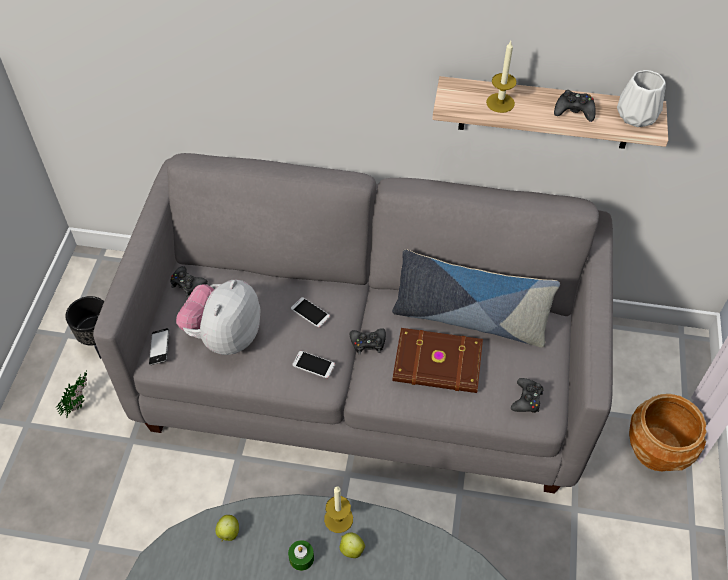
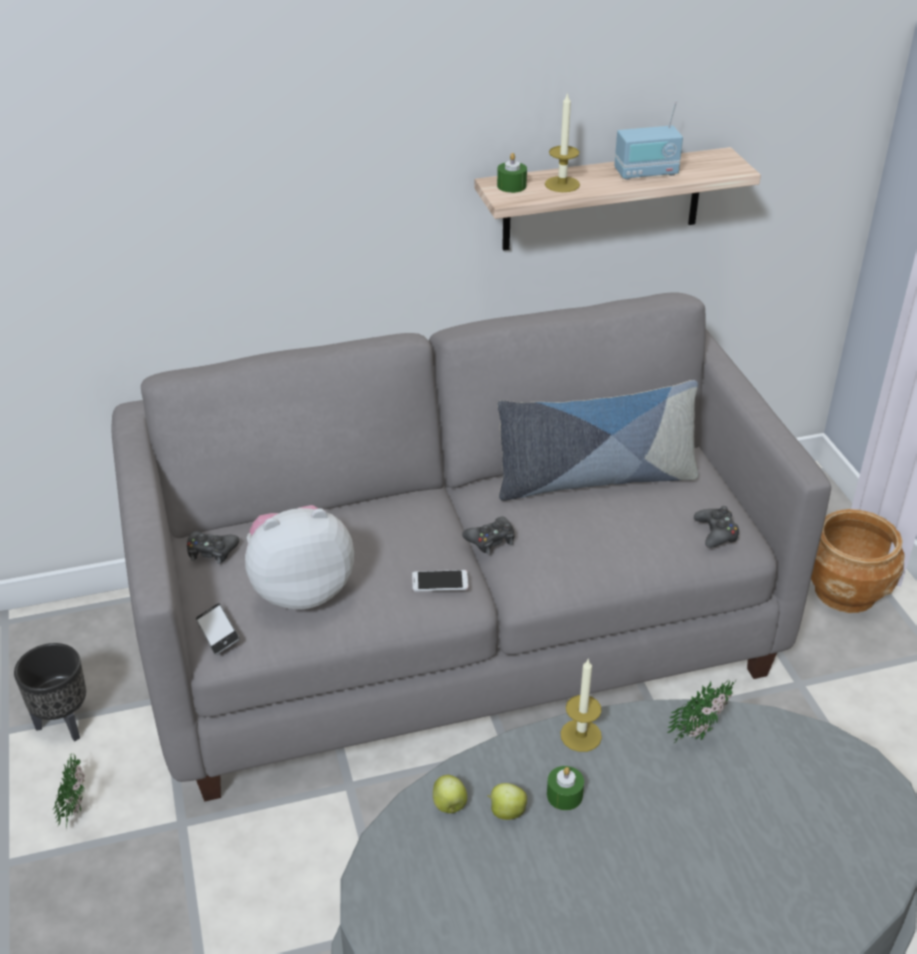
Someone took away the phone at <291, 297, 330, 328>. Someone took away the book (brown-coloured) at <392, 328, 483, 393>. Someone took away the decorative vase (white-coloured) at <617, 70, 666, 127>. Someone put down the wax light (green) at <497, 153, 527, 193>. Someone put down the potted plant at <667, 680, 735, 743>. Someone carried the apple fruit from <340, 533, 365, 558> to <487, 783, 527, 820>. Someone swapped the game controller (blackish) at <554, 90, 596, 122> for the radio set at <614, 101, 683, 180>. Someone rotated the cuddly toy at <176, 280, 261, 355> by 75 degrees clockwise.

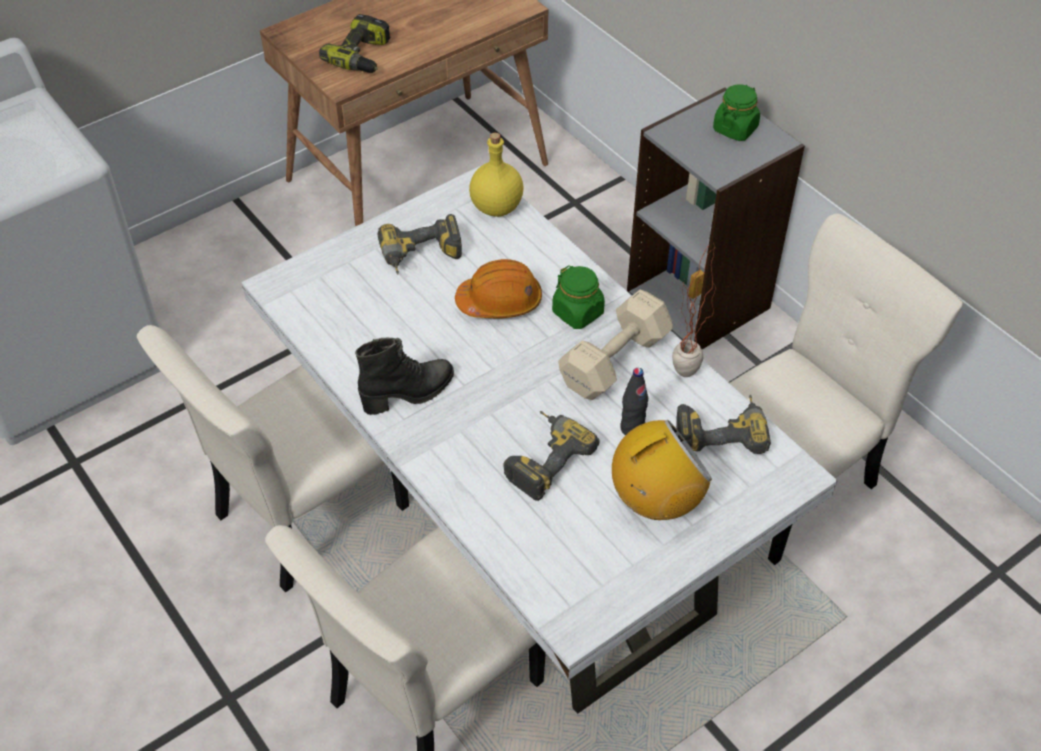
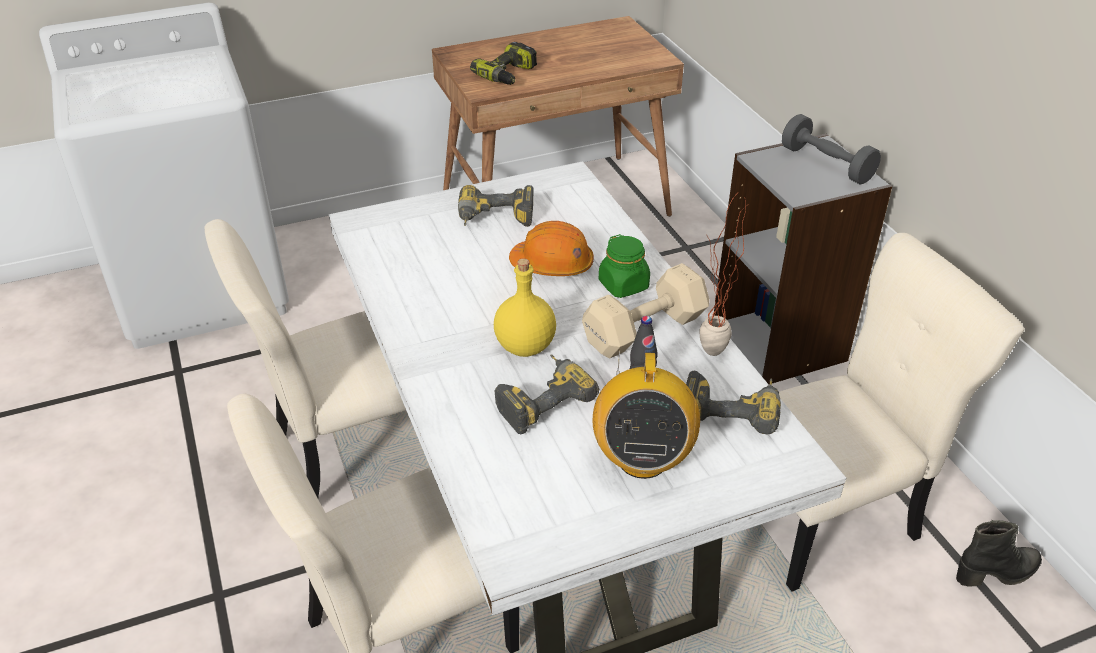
Someone carried the tall boot (blackish) from <355, 338, 454, 415> to <956, 520, 1042, 587>. Someone carried the bottle (yellow) from <469, 133, 524, 217> to <494, 258, 556, 357>. Someone swapped the storage jar (green) at <713, 84, 760, 141> for the hand weight (greyish) at <782, 114, 881, 185>. Someone rotated the radio set at <612, 420, 712, 520> by 105 degrees clockwise.

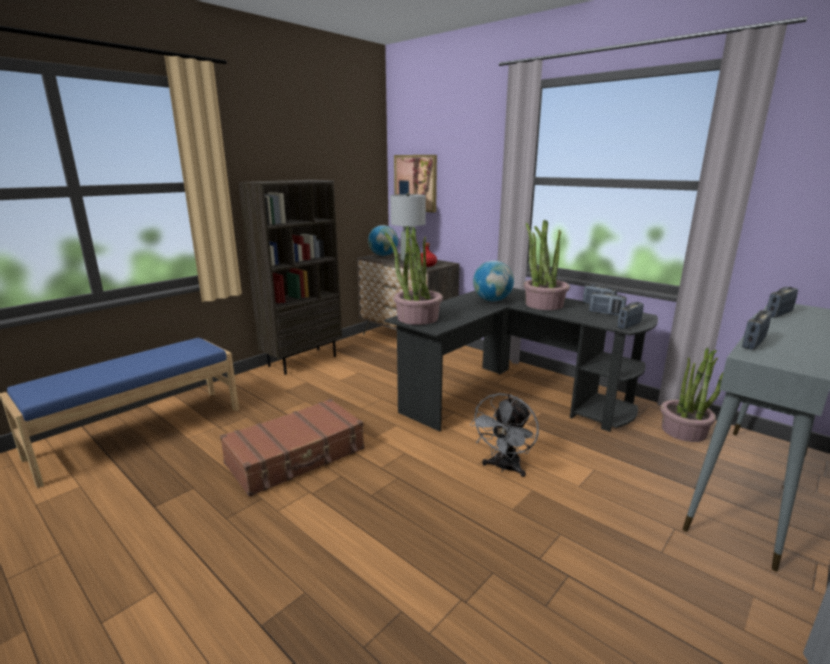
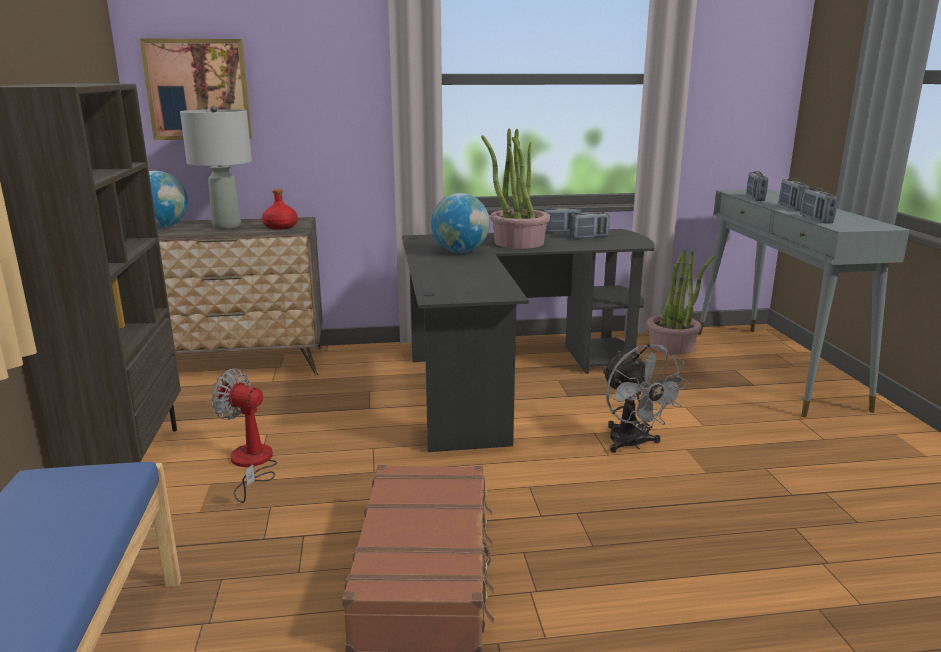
Someone took away the potted plant at <385, 226, 443, 325>. Someone put down the electric fan at <211, 369, 277, 503>. Someone carried the radio set from <617, 302, 644, 329> to <779, 178, 810, 211>.

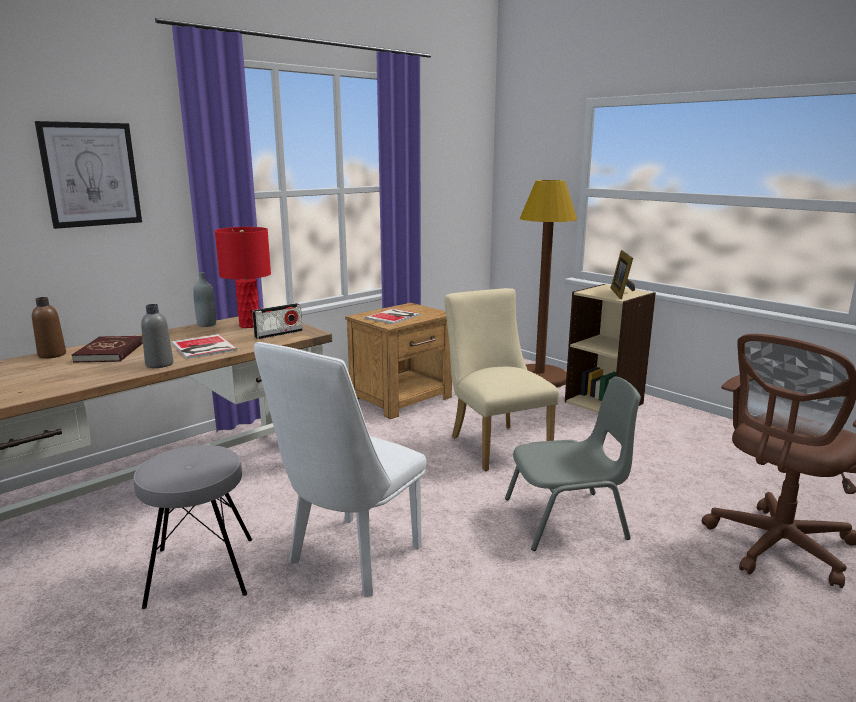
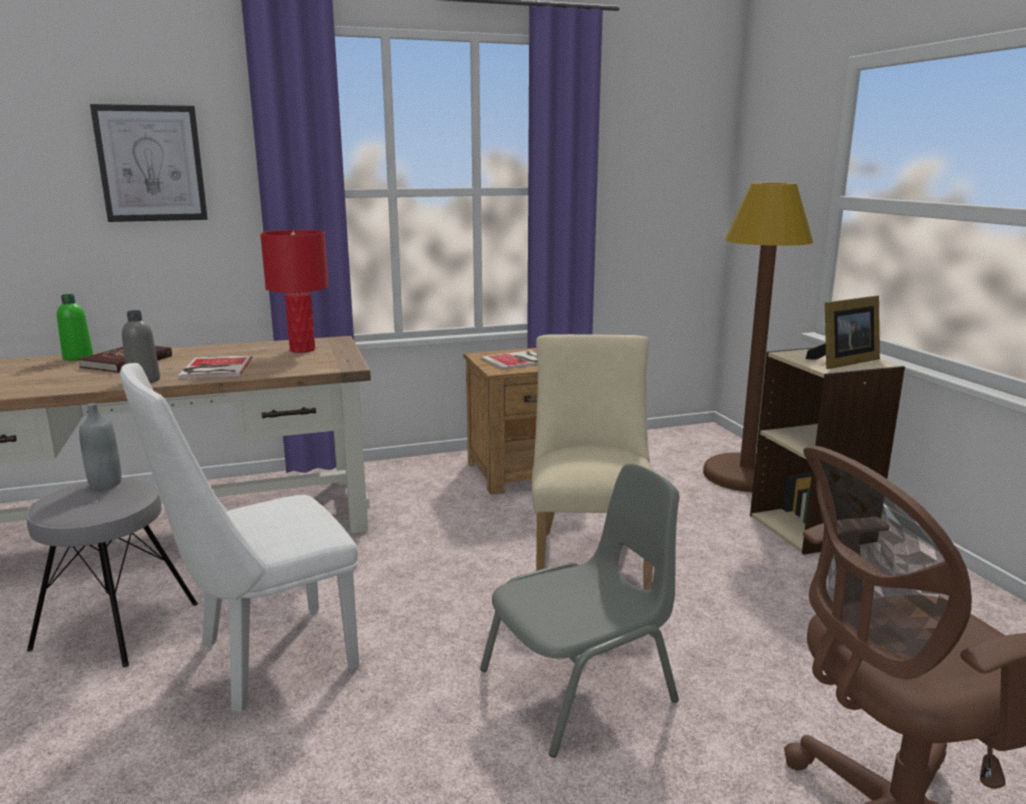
Someone took away the radio set at <252, 303, 303, 339>. Someone carried the bottle (greyish) from <193, 272, 216, 327> to <79, 403, 121, 490>. Someone repainted the bottle (brown-coloured) at <32, 297, 66, 359>, which became the bottle (green) at <57, 294, 93, 361>. Someone rotated the chair (greyish) at <505, 377, 641, 551> by 45 degrees counterclockwise. Someone rotated the picture frame at <611, 250, 635, 299> by 150 degrees counterclockwise.

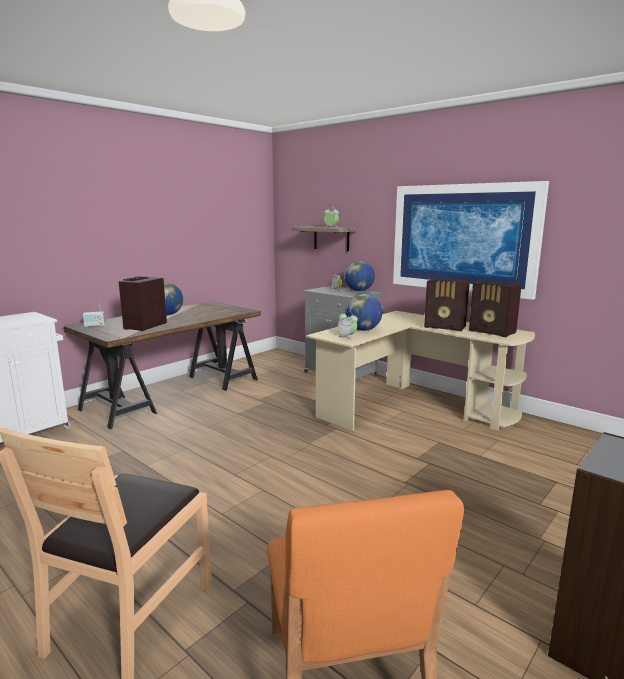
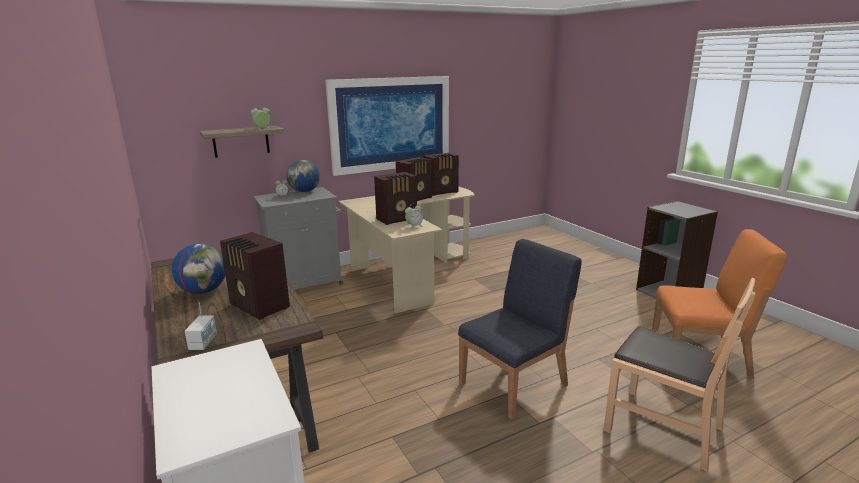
Someone put down the chair (blue-coloured) at <458, 239, 582, 420>. Someone swapped the world globe at <345, 294, 382, 331> for the radio set at <374, 172, 417, 225>.

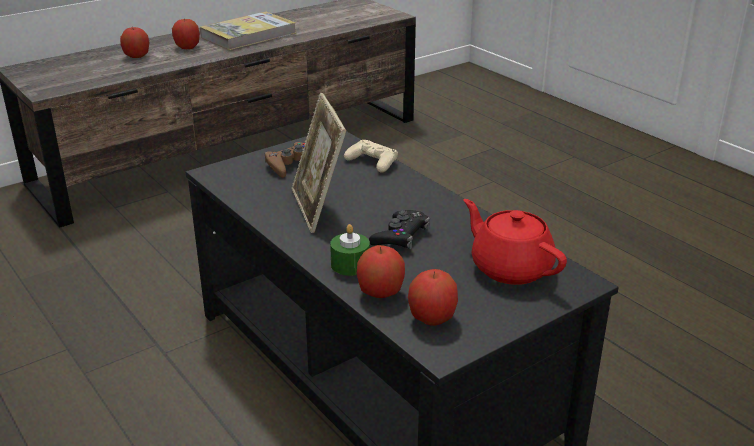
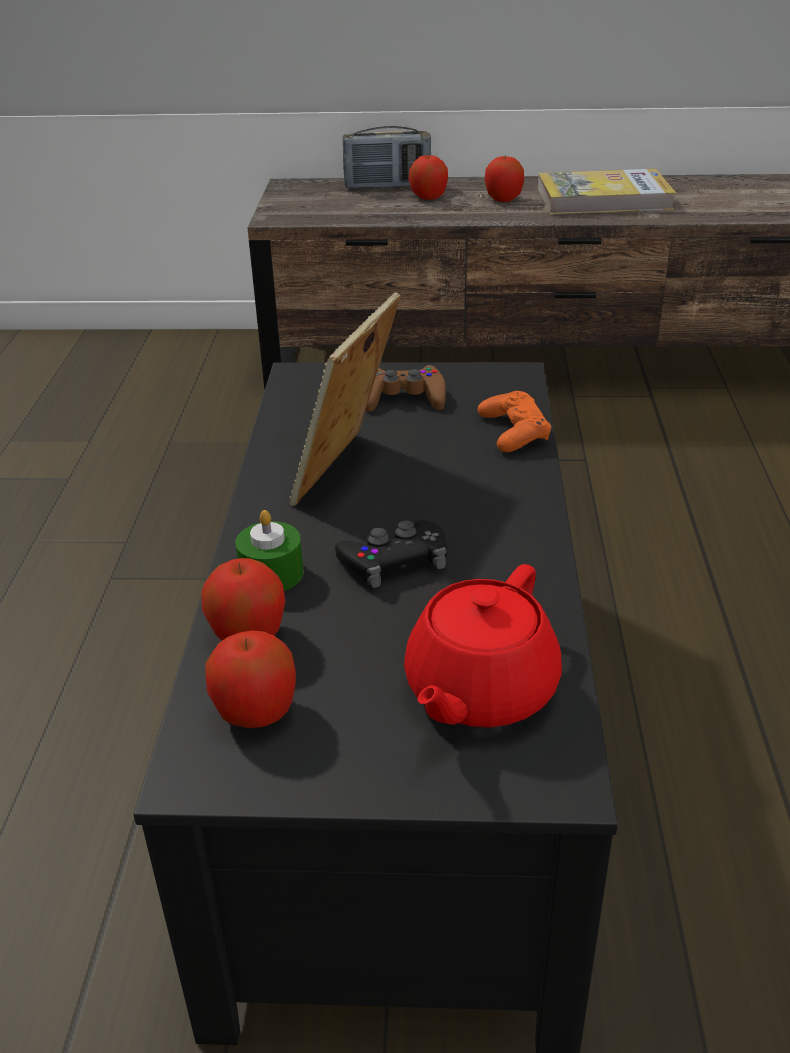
Someone put down the radio set at <343, 126, 431, 189>. Someone repainted the game controller (beige-coloured) at <344, 140, 398, 173>, which became the game controller (orangey) at <477, 391, 551, 452>. Someone rotated the tea pot (red) at <463, 199, 567, 285> by 150 degrees counterclockwise.

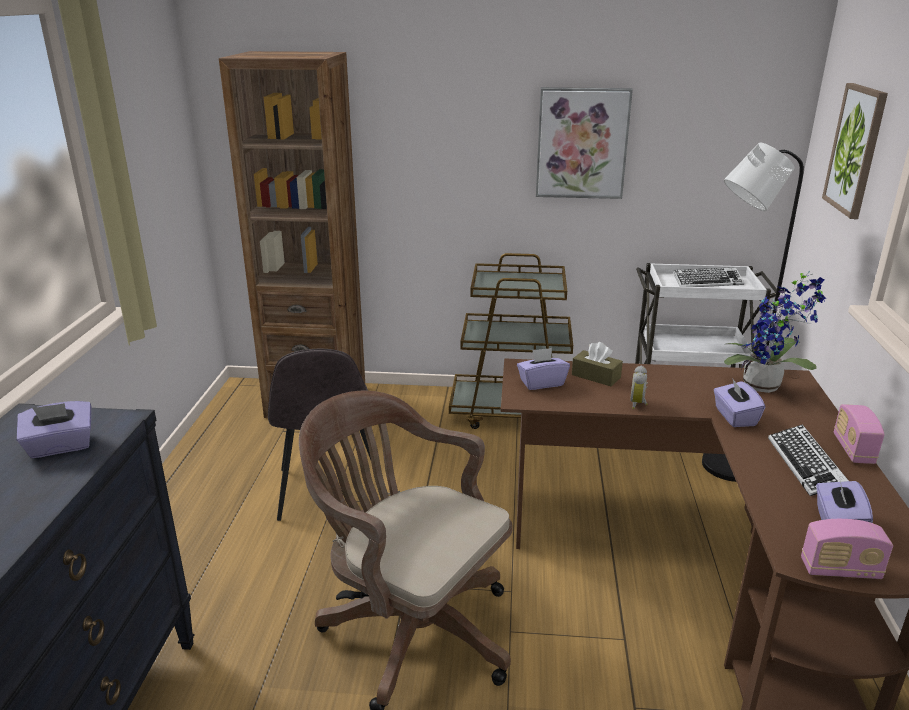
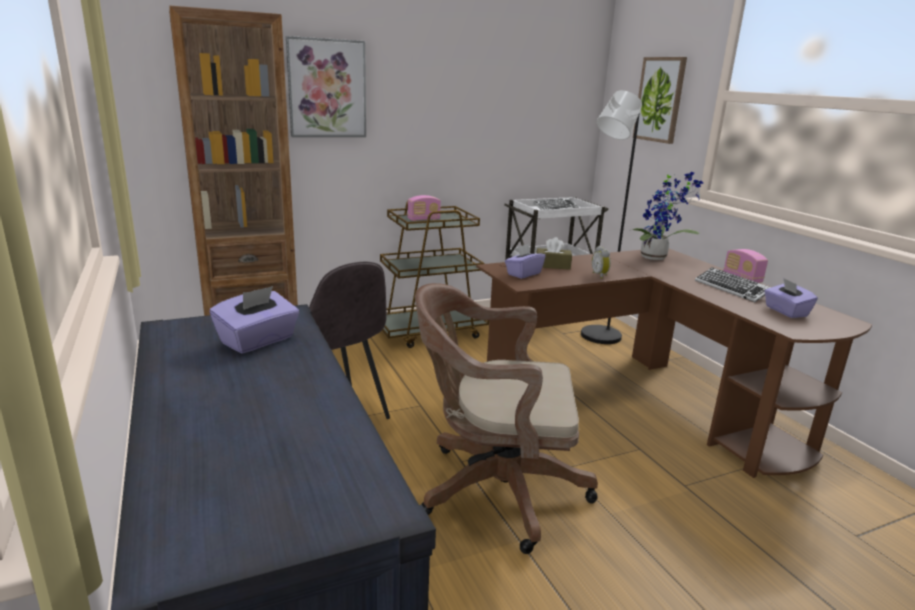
Someone took away the tissue holder (purple-coloured) at <714, 378, 765, 427>. Someone carried the wall picture from <536, 87, 633, 199> to <286, 36, 366, 137>. Someone carried the radio set from <801, 519, 893, 579> to <407, 195, 441, 221>.

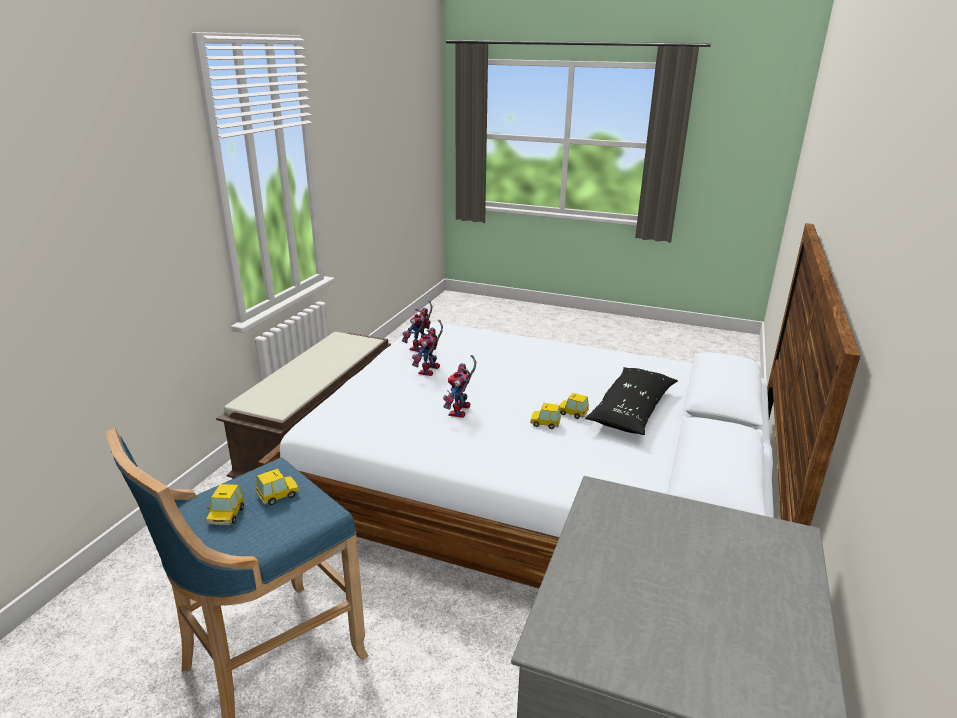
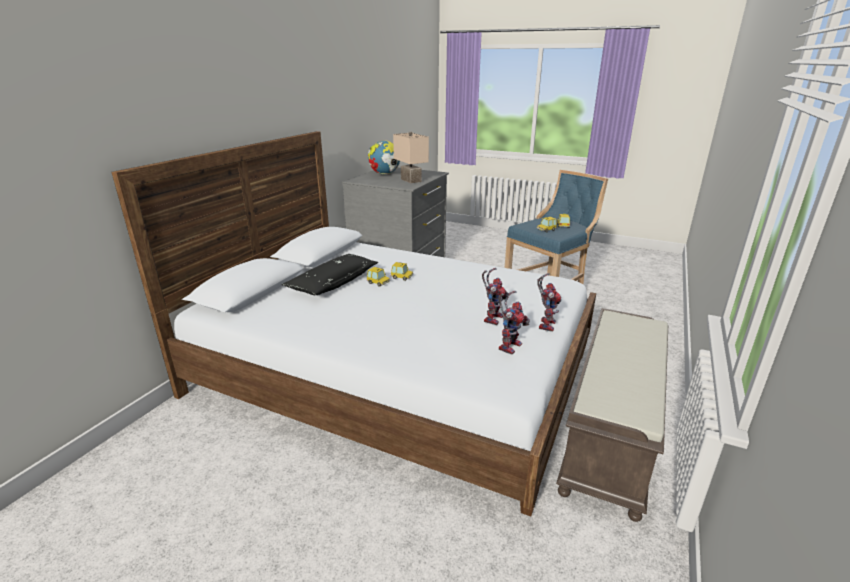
Someone put down the world globe at <368, 141, 400, 175>. Someone put down the tabletop lamp (beige-coloured) at <393, 132, 429, 183>. Someone carried the toy robot from <443, 355, 476, 418> to <537, 273, 561, 332>.

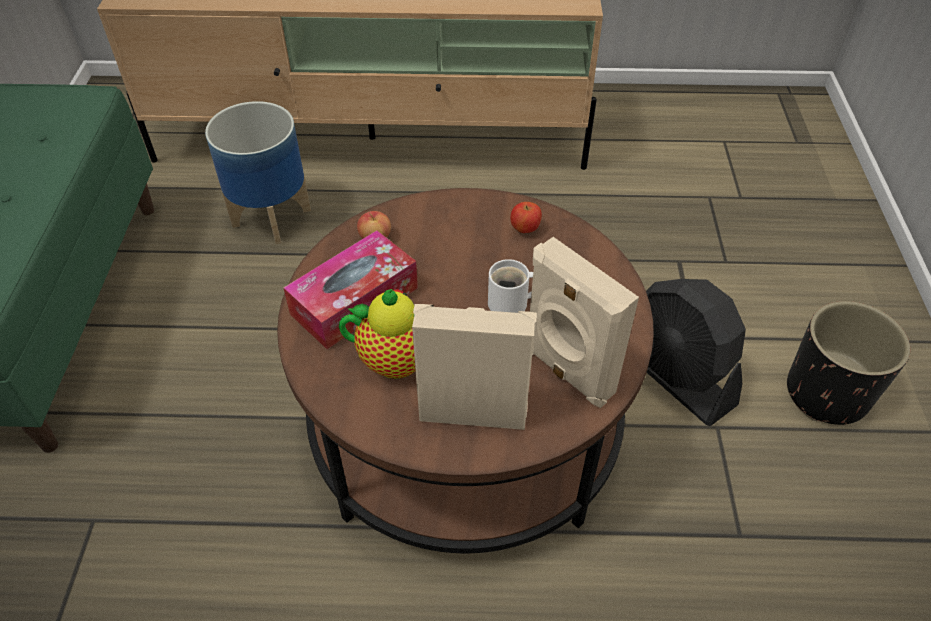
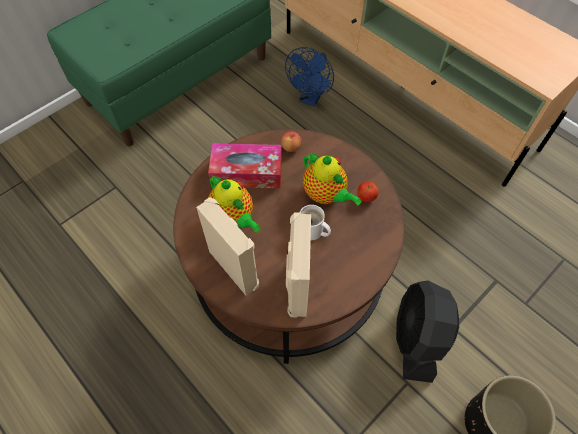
Someone put down the tea pot at <303, 153, 362, 205>. Someone swapped the flower pot at <205, 101, 311, 244> for the electric fan (blue-coloured) at <285, 47, 334, 106>.

